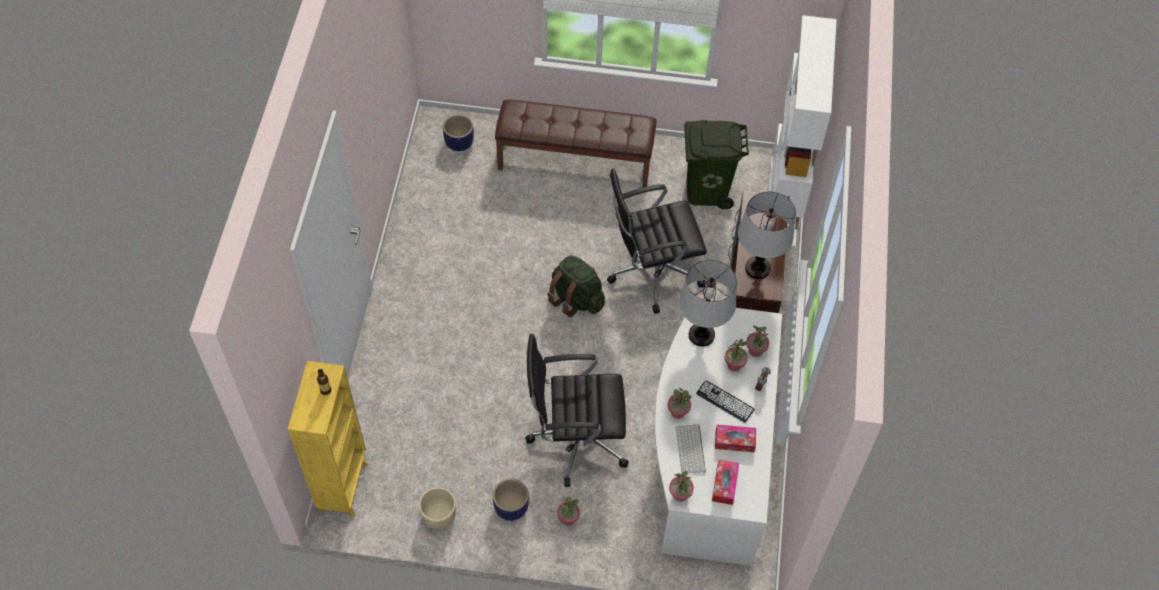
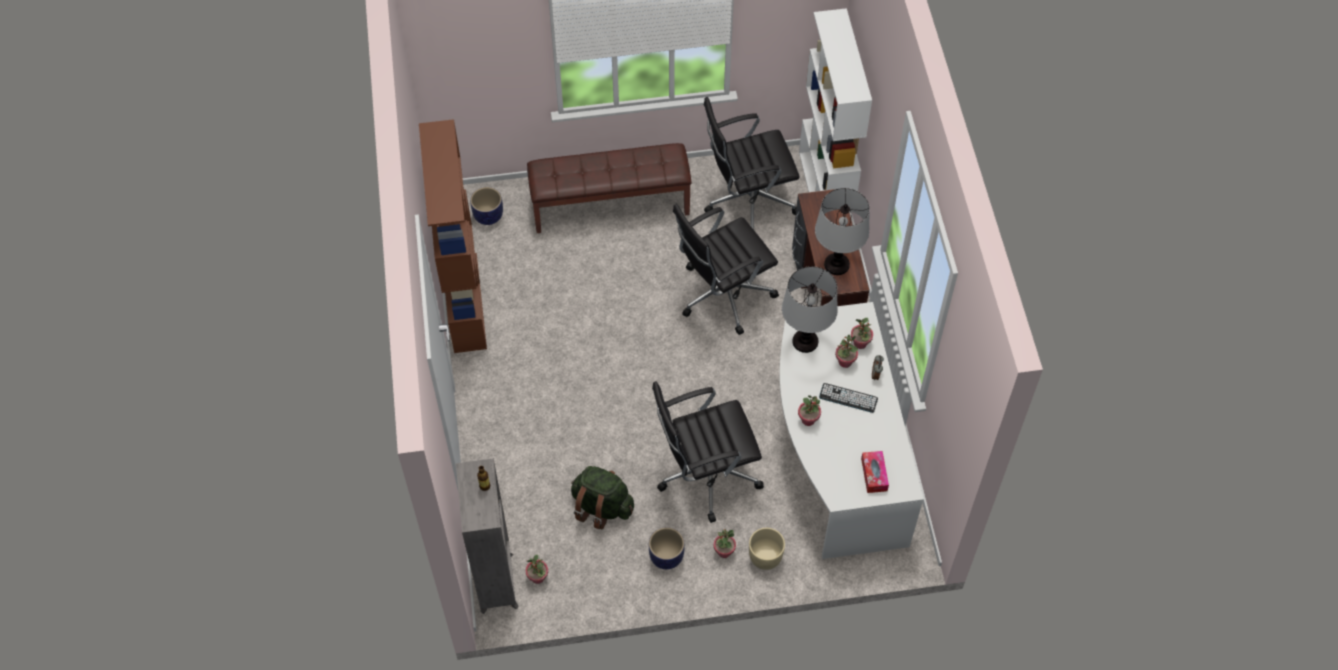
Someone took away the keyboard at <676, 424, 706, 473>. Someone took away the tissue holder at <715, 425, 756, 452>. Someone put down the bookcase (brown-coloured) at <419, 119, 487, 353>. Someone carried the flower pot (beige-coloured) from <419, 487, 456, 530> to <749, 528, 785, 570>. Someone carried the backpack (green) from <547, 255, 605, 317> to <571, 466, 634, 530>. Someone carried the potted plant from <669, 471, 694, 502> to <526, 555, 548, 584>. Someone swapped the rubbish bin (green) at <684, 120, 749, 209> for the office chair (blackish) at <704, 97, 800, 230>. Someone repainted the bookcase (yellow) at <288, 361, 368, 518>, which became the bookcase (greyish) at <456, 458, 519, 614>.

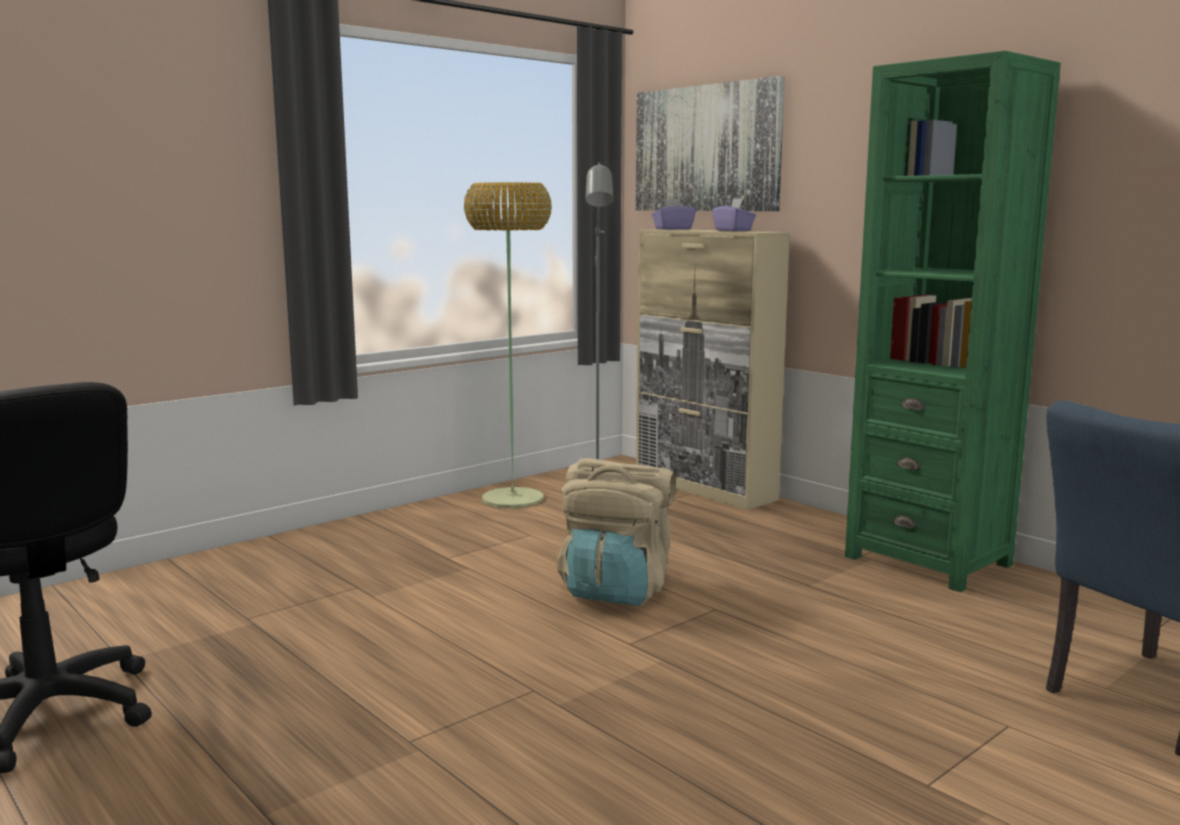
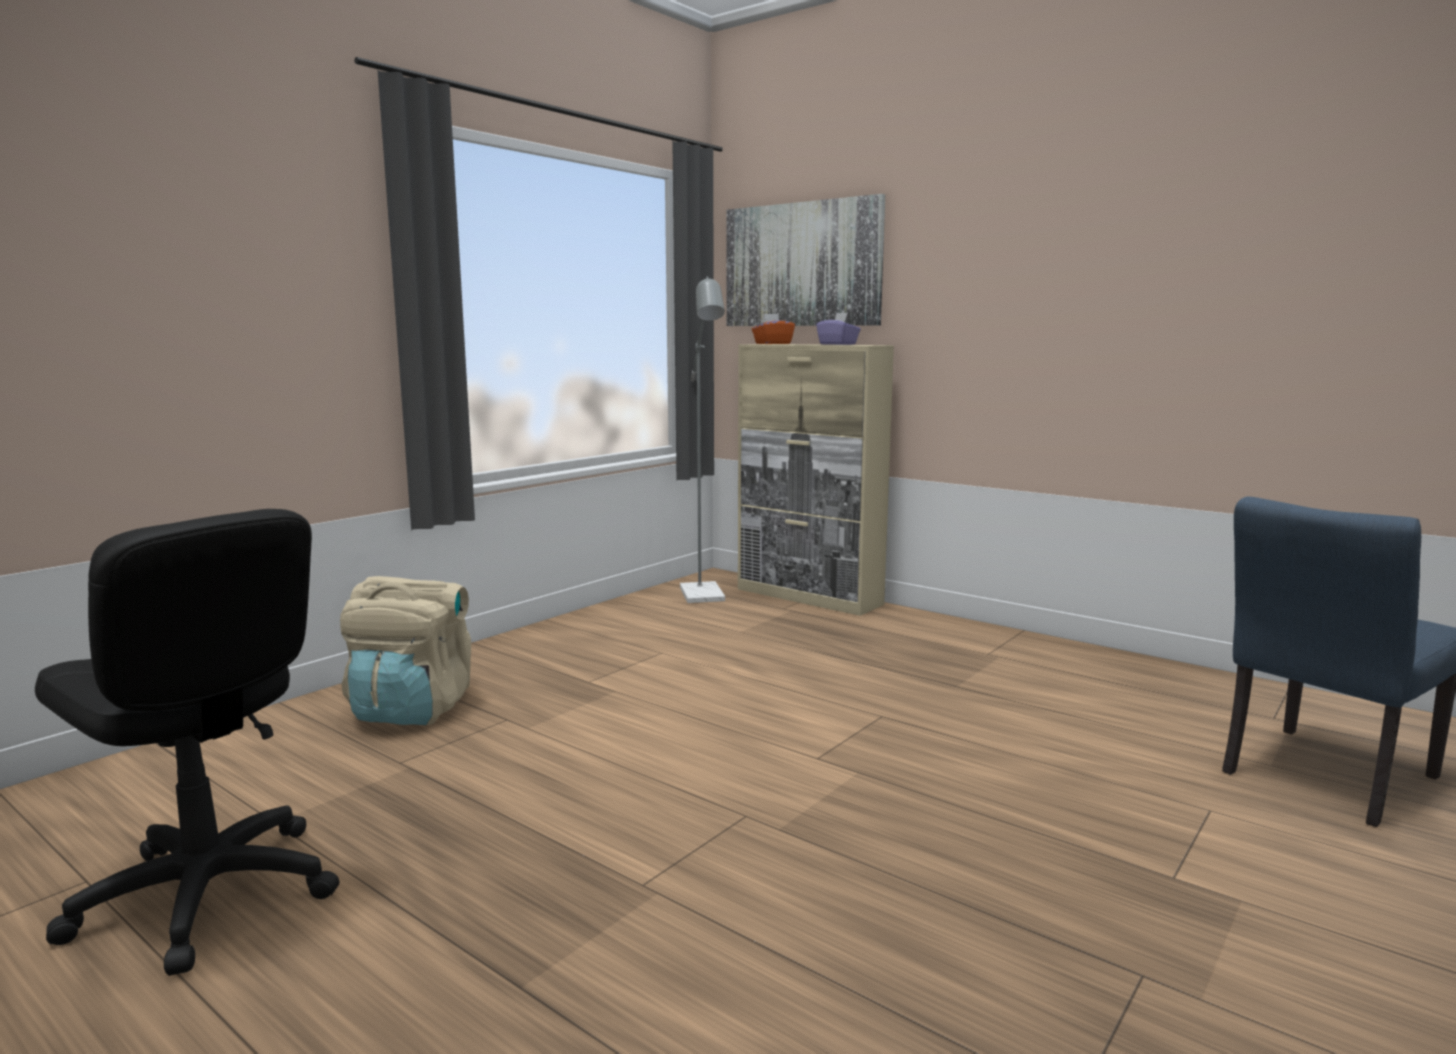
Someone took away the standing lamp at <464, 182, 552, 508>. Someone took away the bookcase (green) at <845, 51, 1061, 592>. Someone carried the backpack (beige-coloured) from <557, 458, 676, 606> to <340, 576, 471, 725>. Someone repainted the tissue holder (purple-coloured) at <652, 199, 696, 230>, which became the tissue holder (orangey) at <752, 314, 795, 344>.

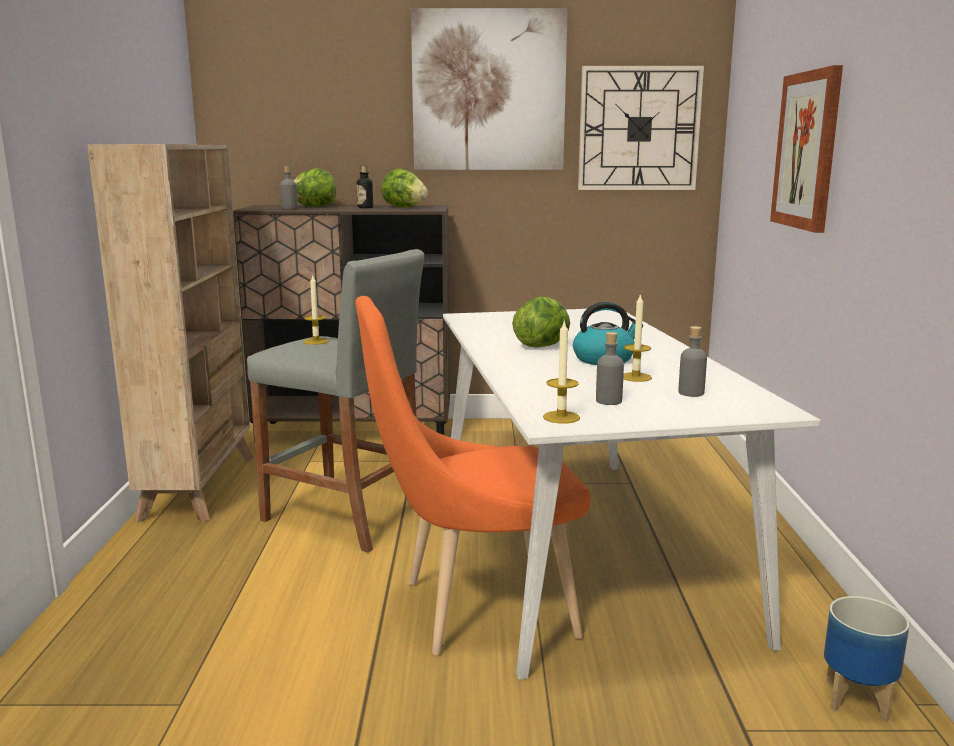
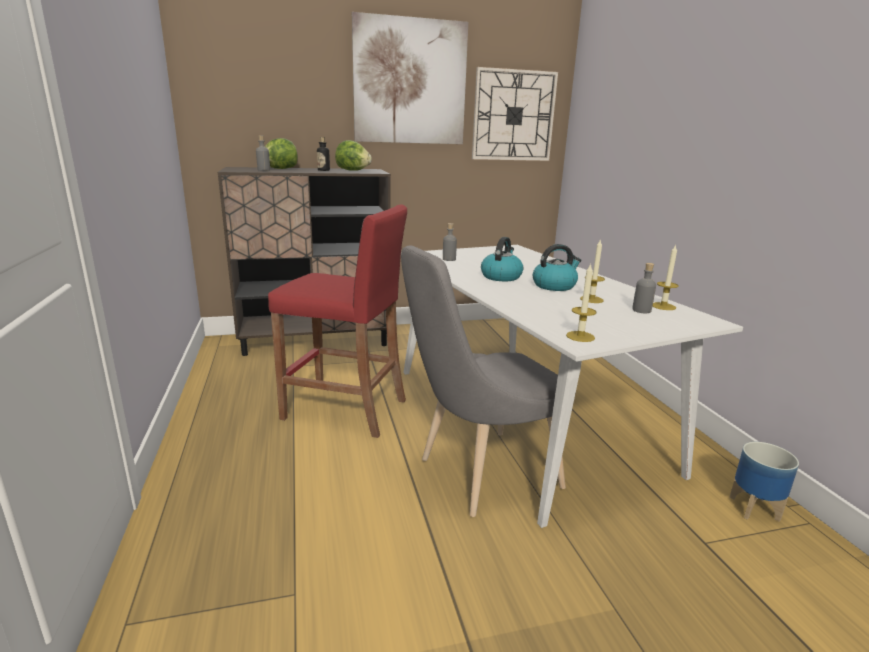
Someone took away the bookcase (beige-coloured) at <87, 144, 254, 522>. Someone took away the wall picture at <770, 65, 843, 233>. Someone carried the wax light from <304, 274, 329, 345> to <652, 244, 679, 310>. Someone carried the bottle (greyish) from <596, 332, 624, 405> to <443, 223, 457, 261>. Someone swapped the lettuce head at <512, 297, 570, 348> for the kettle at <481, 237, 523, 281>. Someone repainted the sitting stool (greyish) at <247, 249, 424, 553>, which became the sitting stool (red) at <268, 204, 407, 438>. Someone repainted the chair (orangey) at <355, 296, 590, 655>, which became the chair (greyish) at <401, 246, 566, 517>.

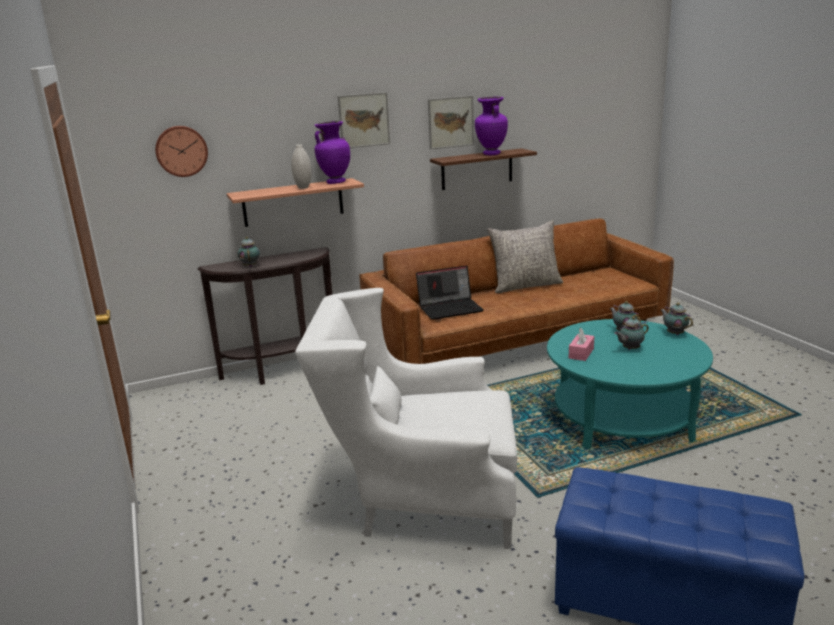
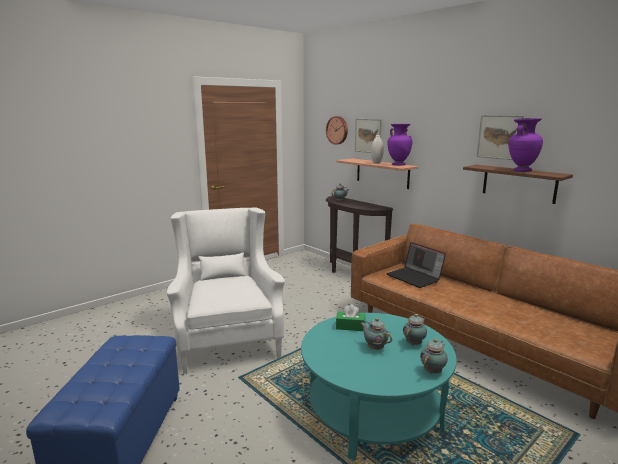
Someone took away the pillow (greyish) at <487, 220, 563, 293>. Someone carried the wall picture from <338, 92, 390, 148> to <355, 119, 382, 153>. Someone repainted the tissue holder (pinkish) at <569, 328, 594, 361>, which became the tissue holder (green) at <336, 304, 365, 331>.

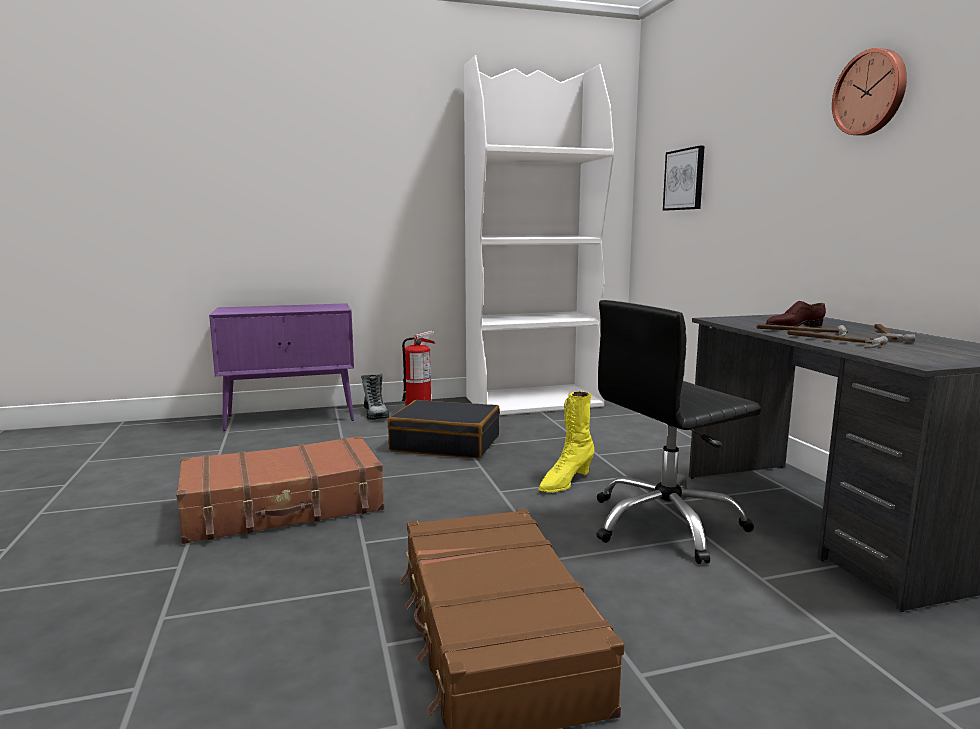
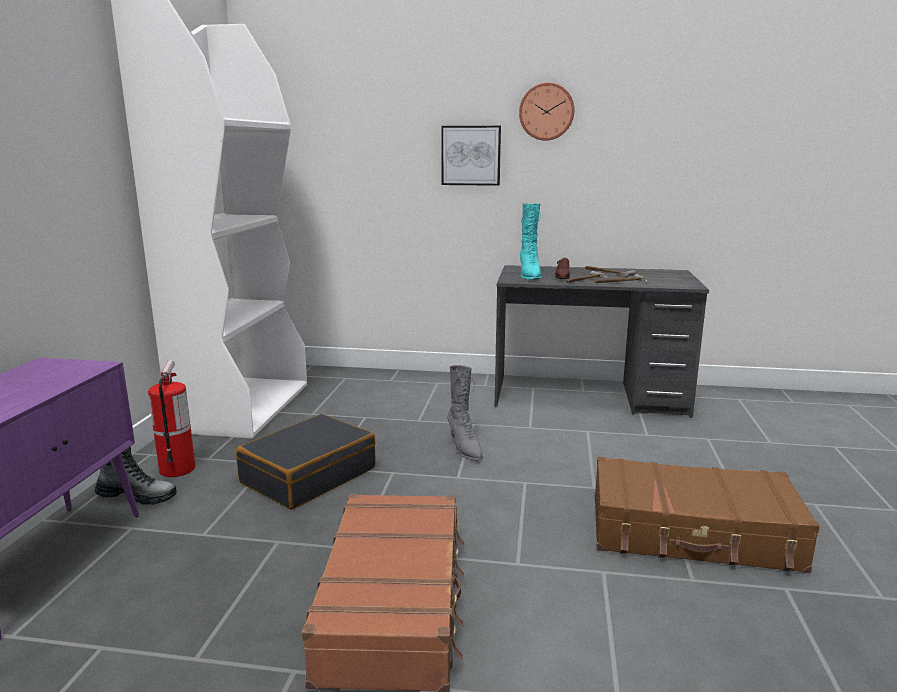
Someone took away the office chair (blackish) at <596, 300, 761, 564>. Someone put down the tall boot (turquoise-coloured) at <520, 204, 541, 280>. Someone carried the wall picture from <663, 146, 705, 211> to <441, 126, 501, 186>. Someone repainted the tall boot (yellow) at <538, 391, 595, 493>, which became the tall boot (greyish) at <448, 365, 483, 461>.

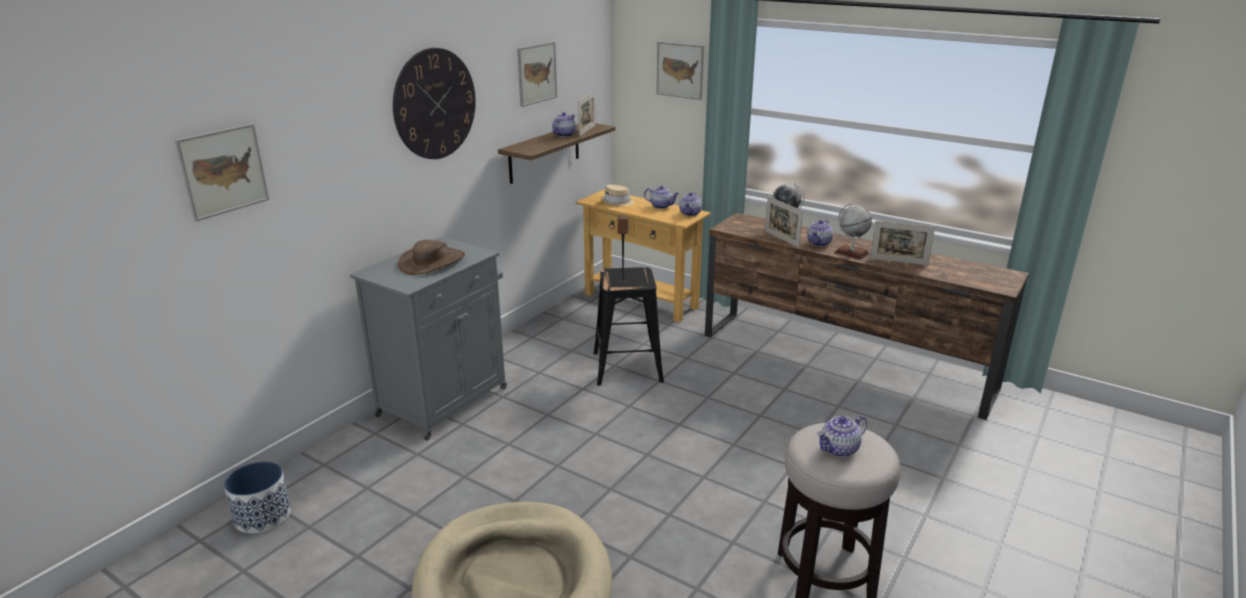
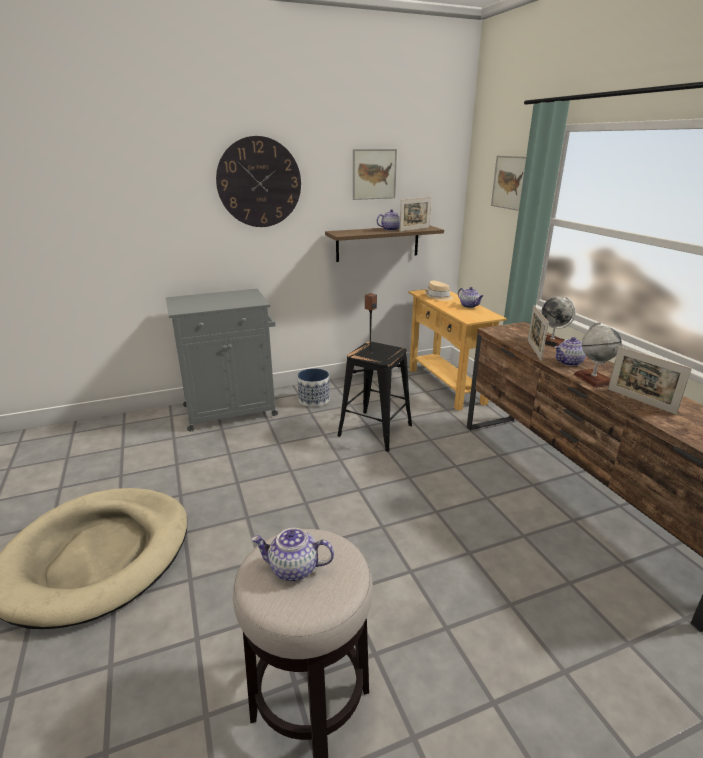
Someone took away the wall picture at <174, 123, 269, 221>. Someone took away the wearable hat (brown-coloured) at <398, 240, 465, 275>. Someone took away the tea pot at <679, 192, 702, 216>. Someone carried the flower pot from <224, 461, 291, 534> to <297, 368, 330, 407>.

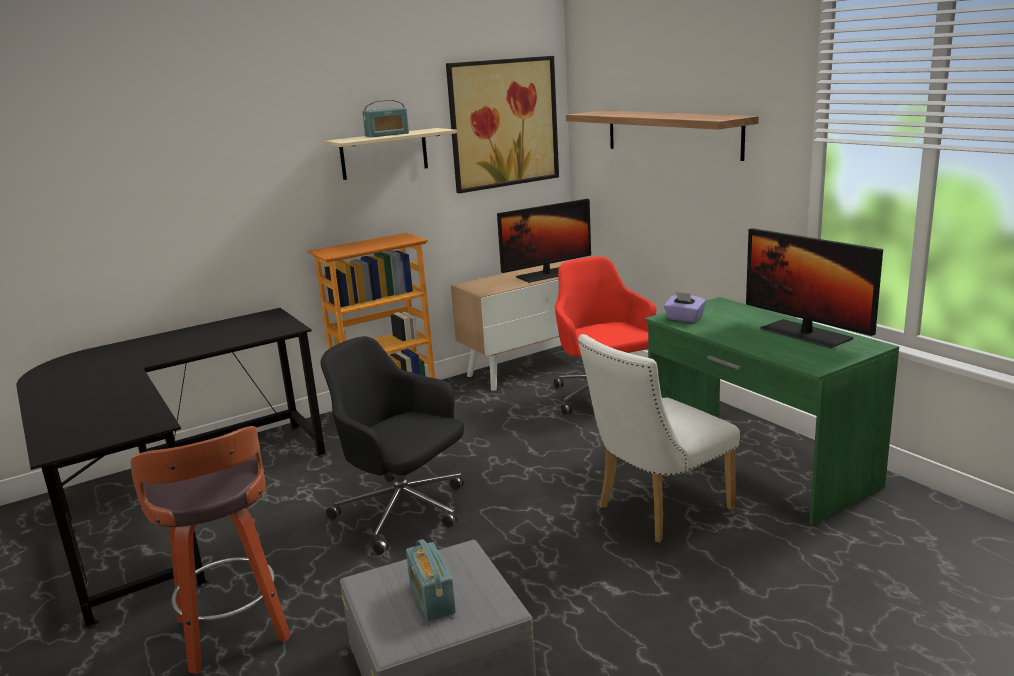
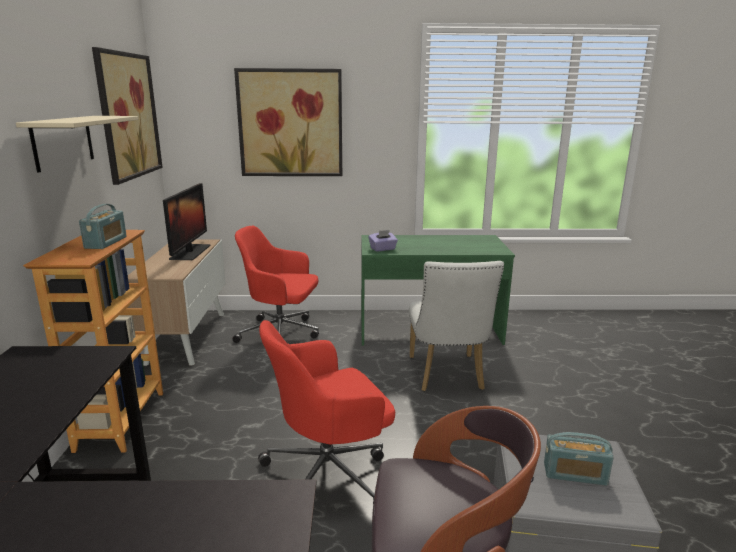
Someone took away the computer screen at <746, 228, 883, 348>. Someone carried the radio set from <362, 100, 409, 137> to <79, 204, 127, 249>. Someone swapped the shelf at <566, 111, 759, 161> for the wall picture at <234, 68, 342, 176>. Someone repainted the office chair (blackish) at <320, 336, 464, 555>, which became the office chair (red) at <258, 320, 395, 503>.

